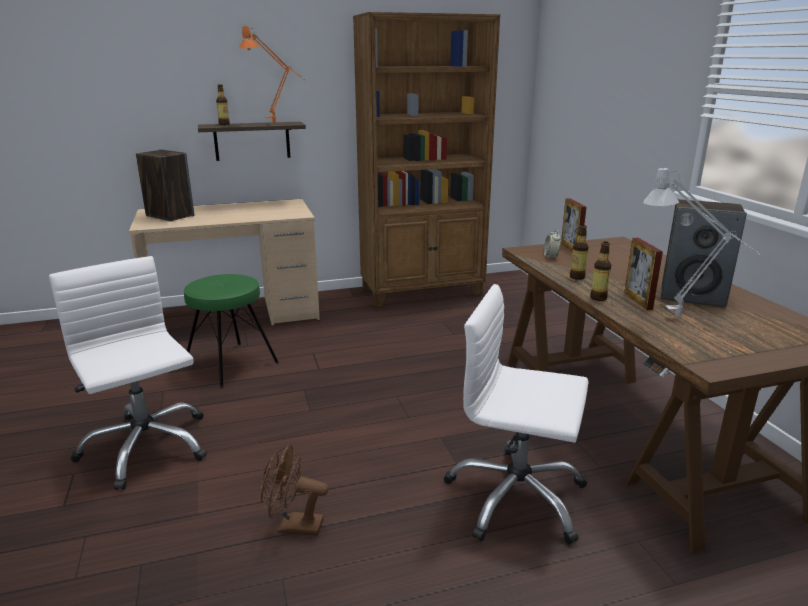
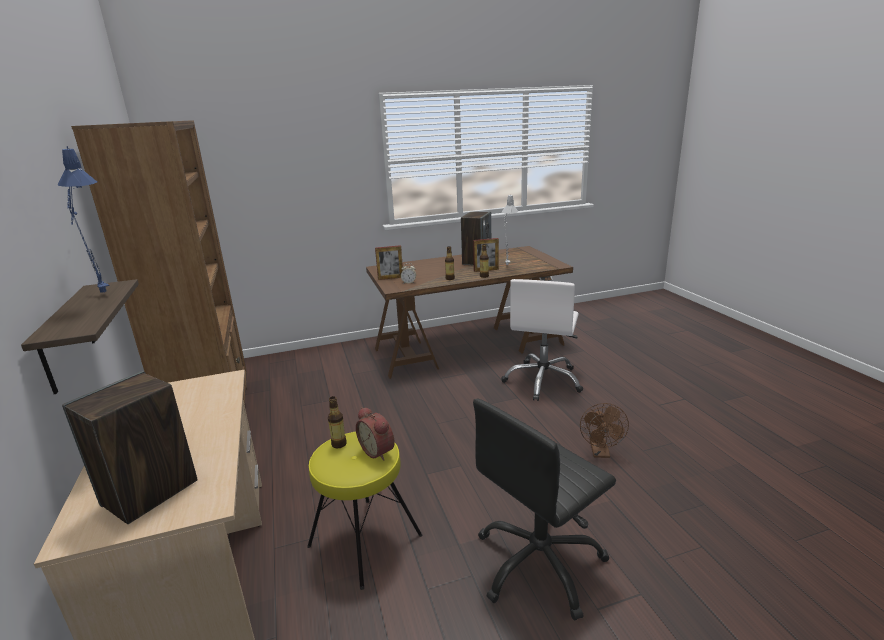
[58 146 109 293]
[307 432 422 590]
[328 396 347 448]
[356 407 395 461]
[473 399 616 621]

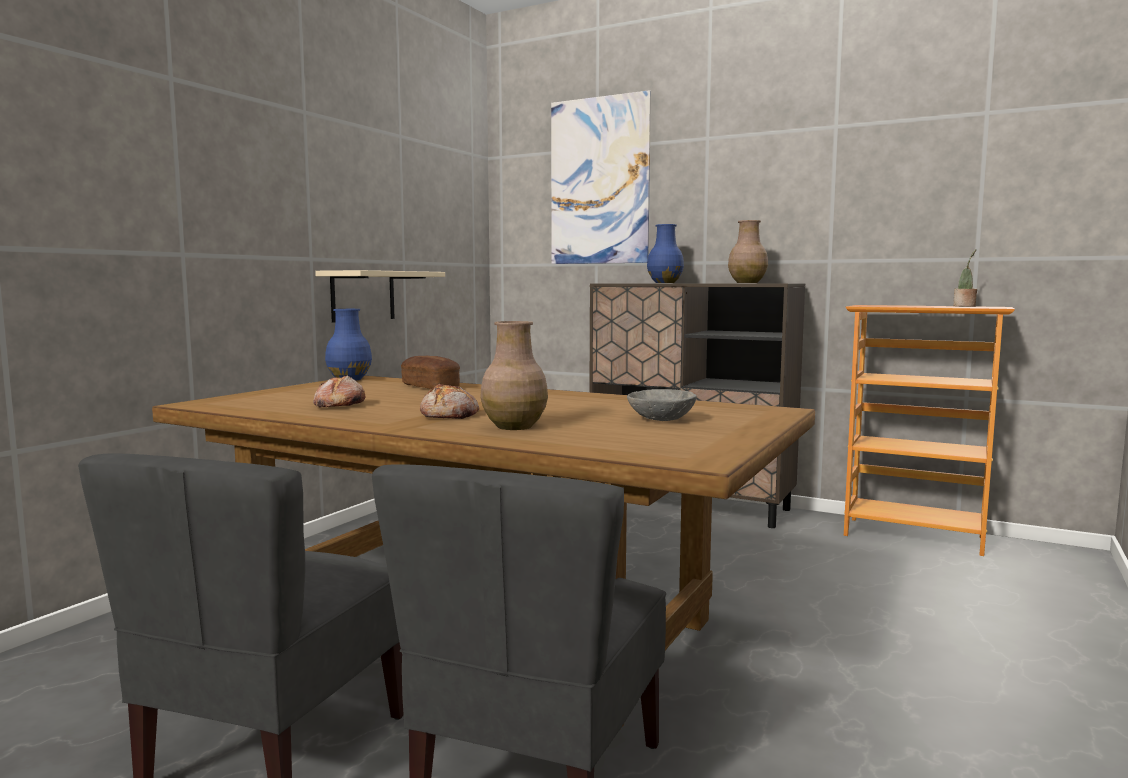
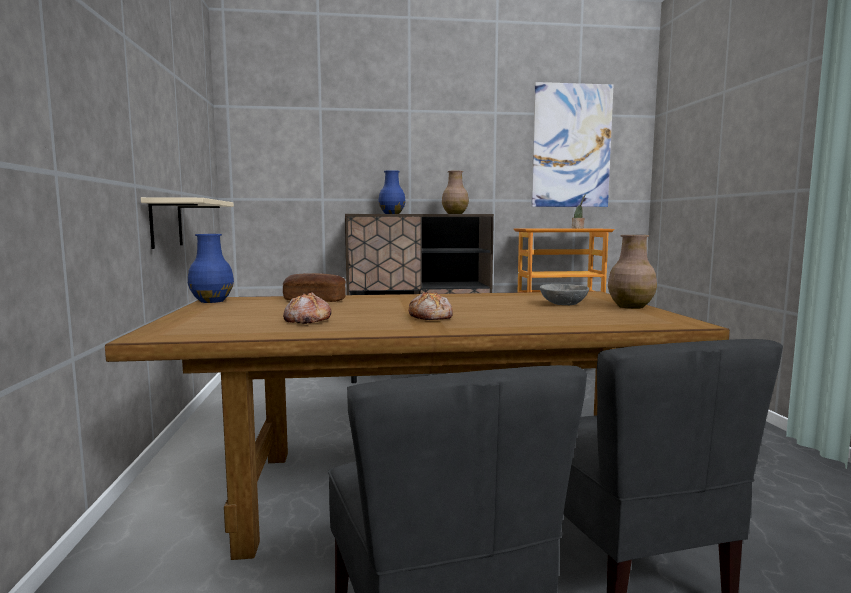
[532 82 613 207]
[608 235 657 309]

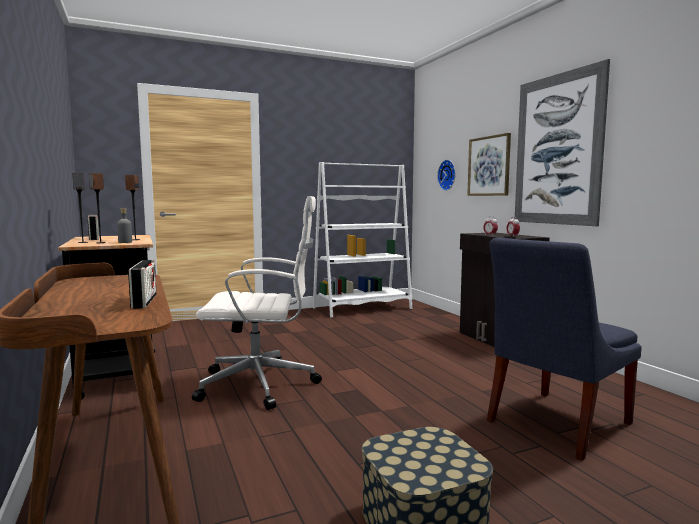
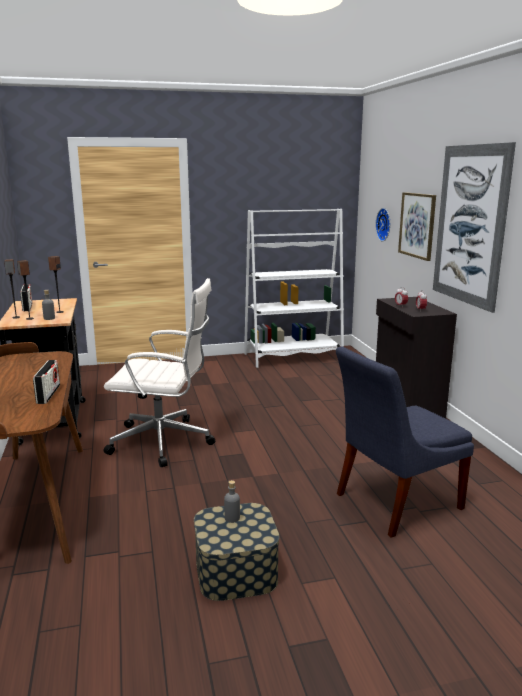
[224 480 240 523]

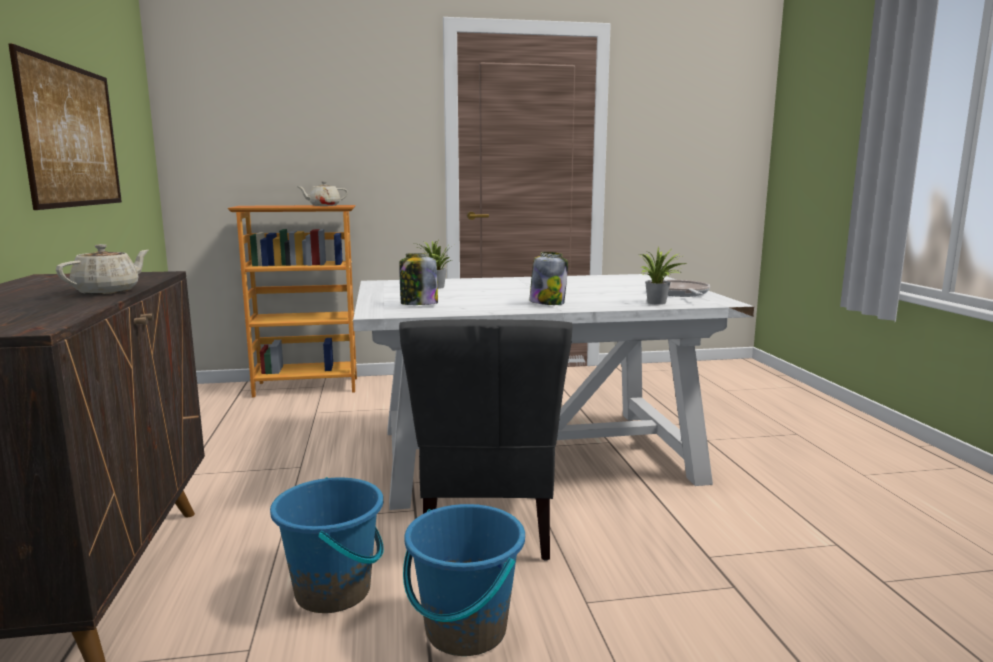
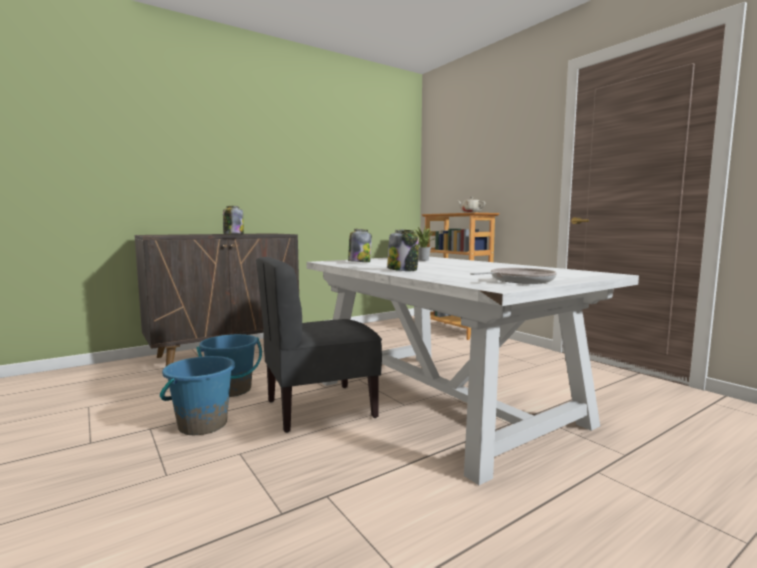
[223 206 244 235]
[8 43 122 210] (first image)
[641 247 687 305] (first image)

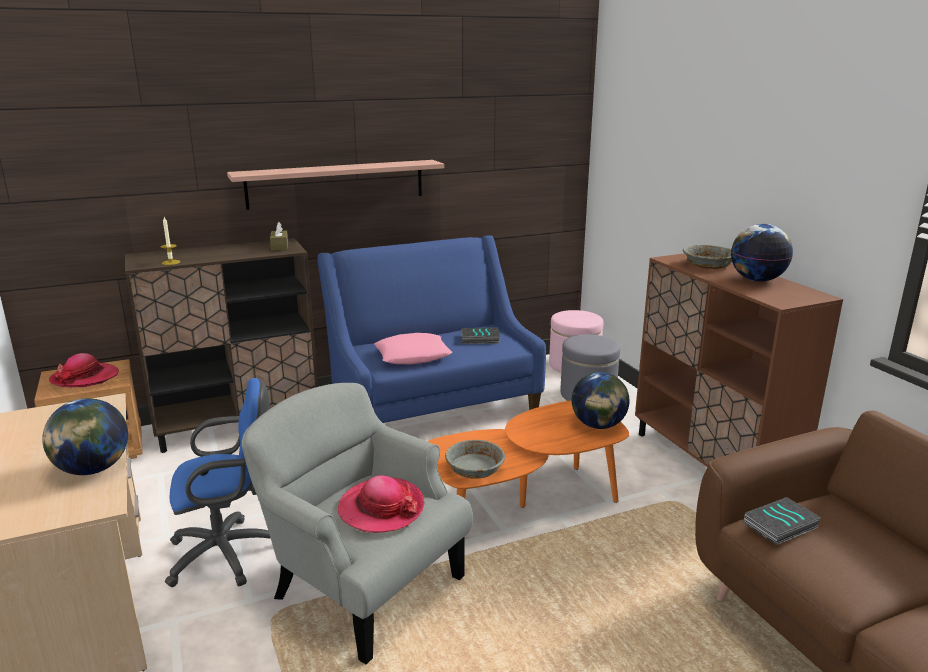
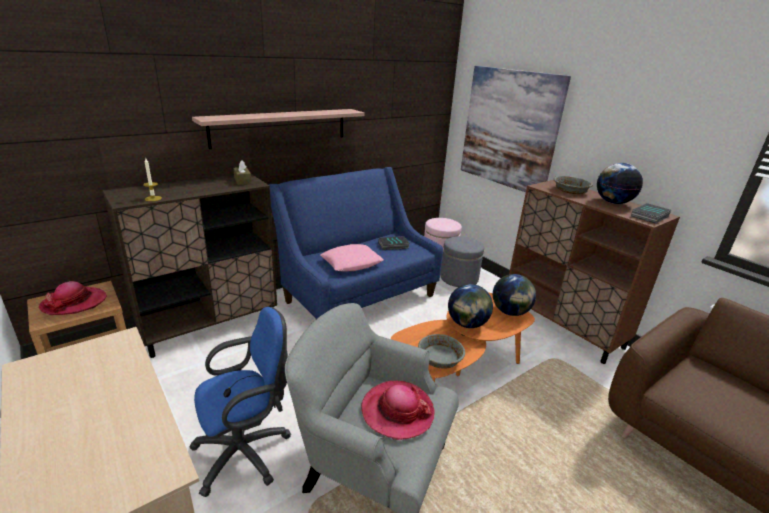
[448 284 493 328]
[461 66 571 192]
[631 203 671 224]

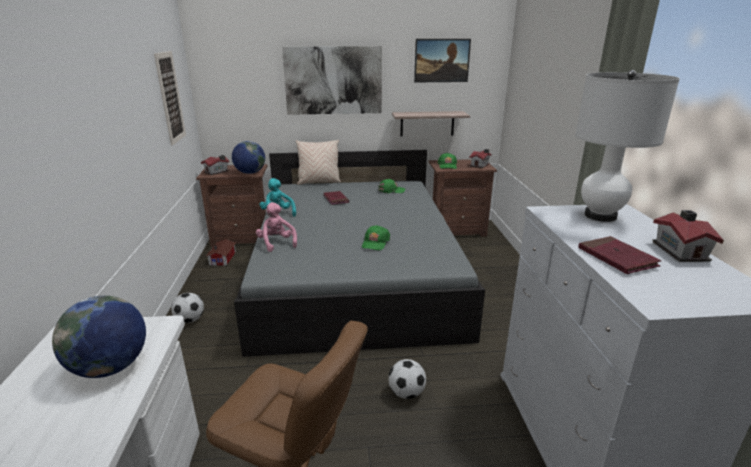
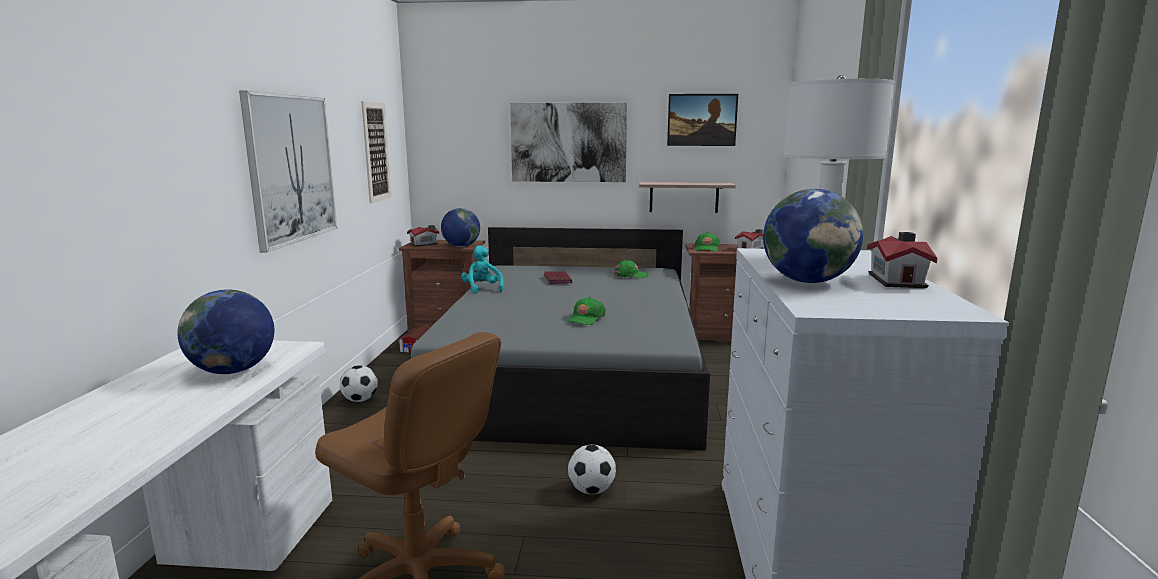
[239 91 337 253]
[763 189 863 283]
[256 202 297 252] (first image)
[296 140 341 185] (first image)

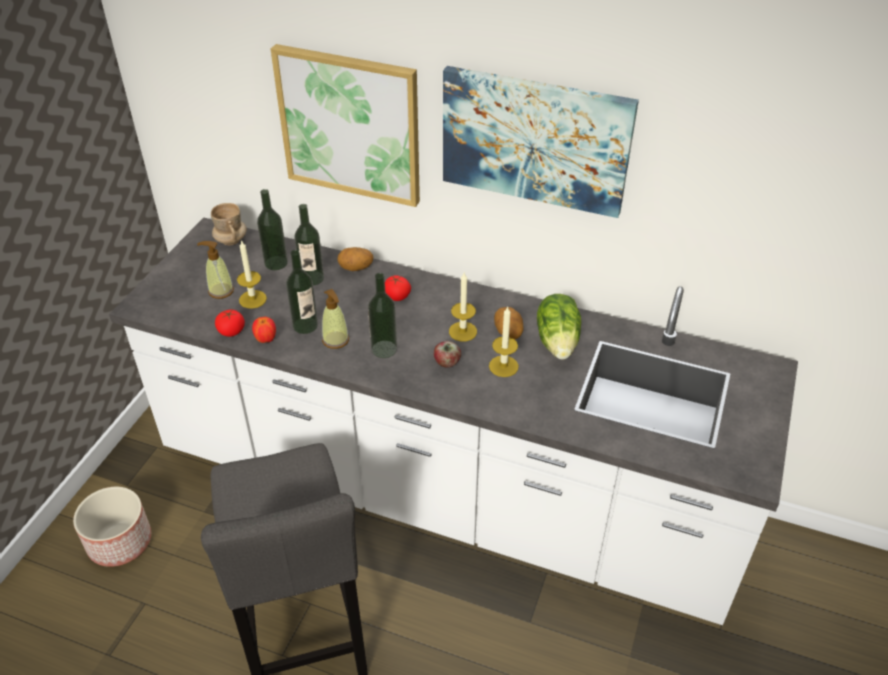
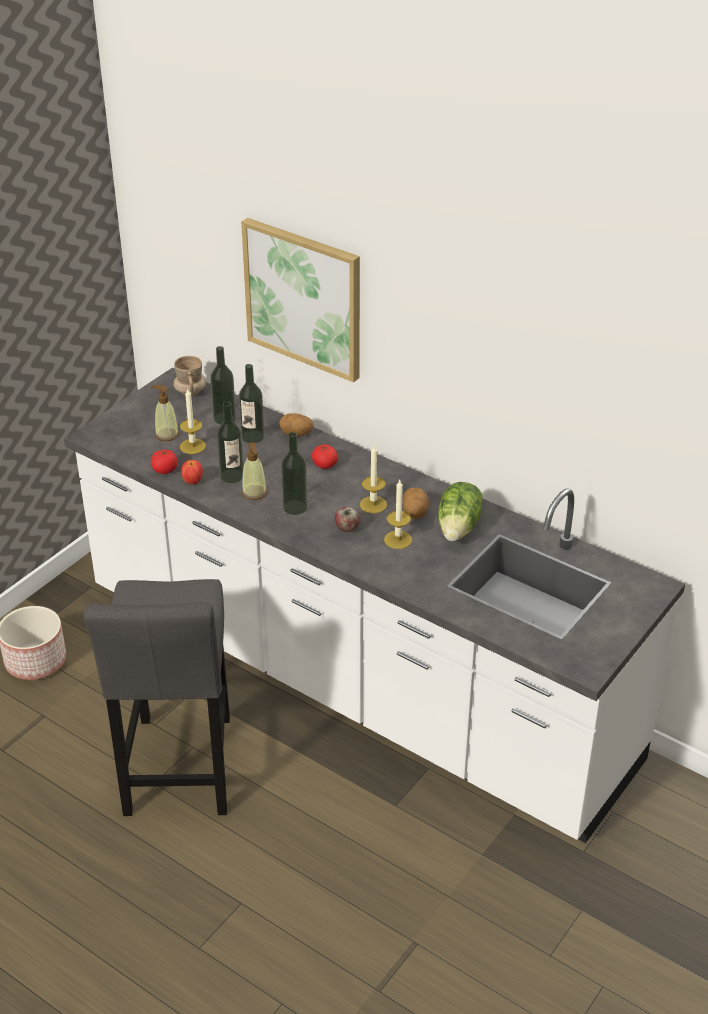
[443 66 639 218] (first image)

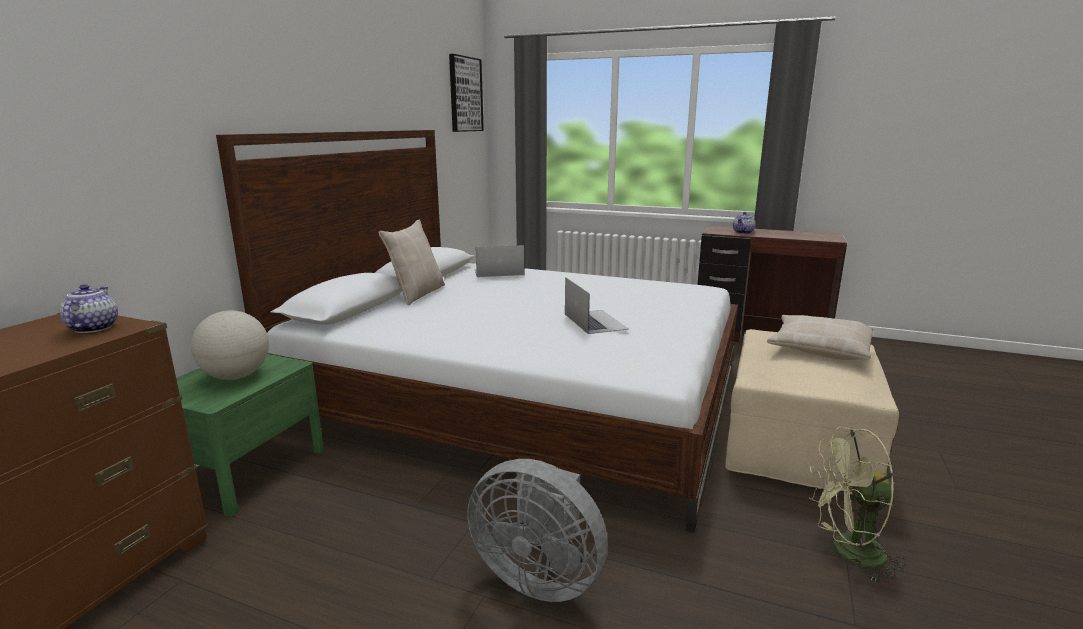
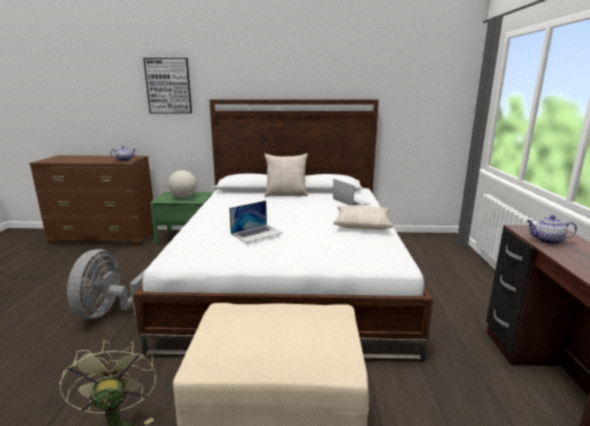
[143 58 192 113]
[334 205 393 230]

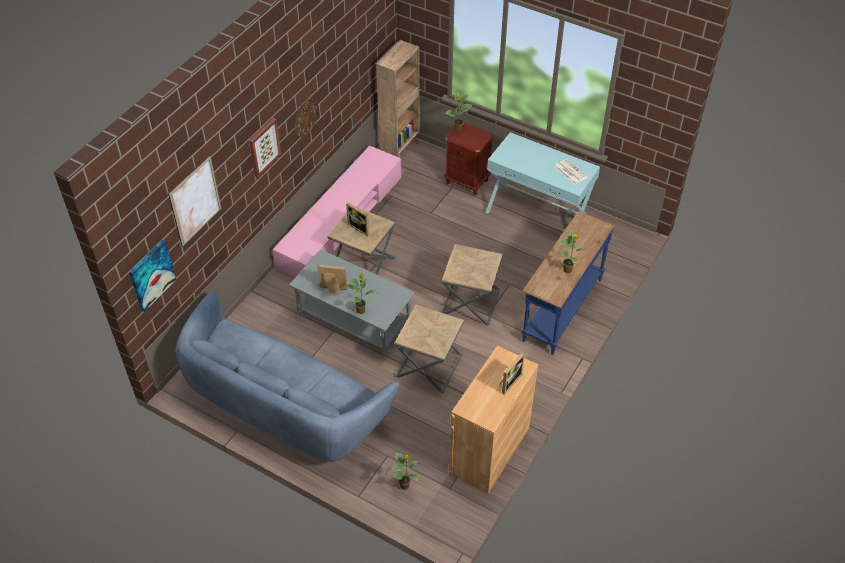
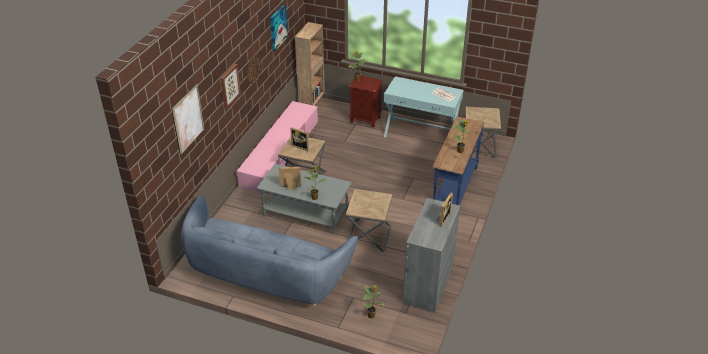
[270 5 288 51]
[403 198 460 313]
[465 107 501 158]

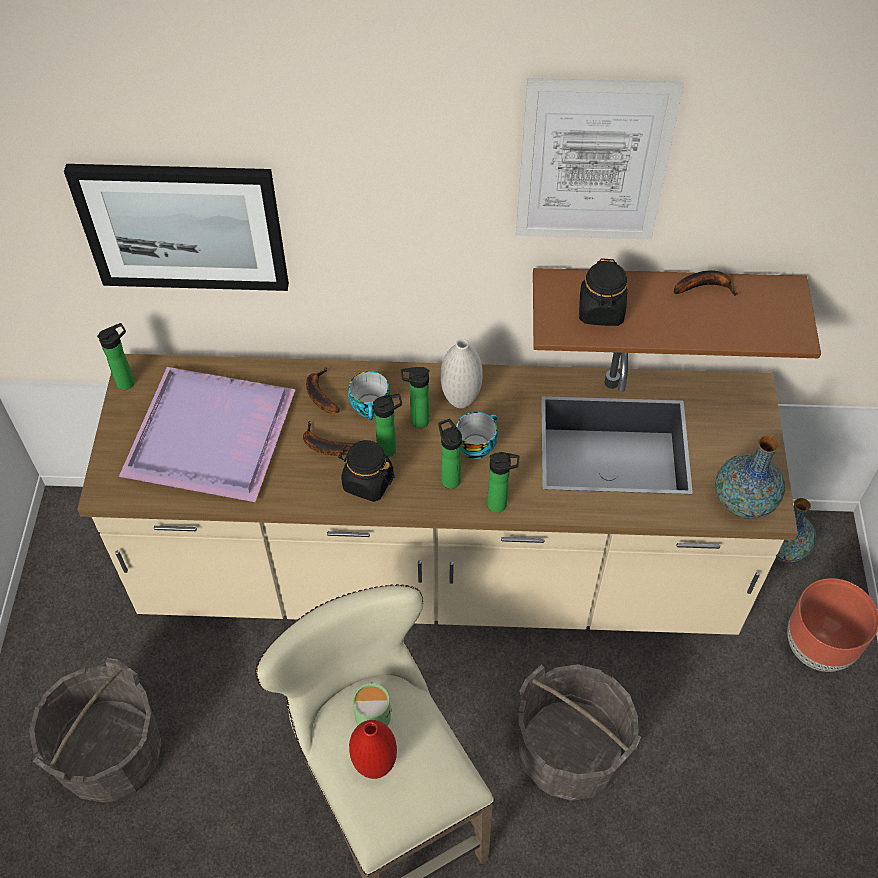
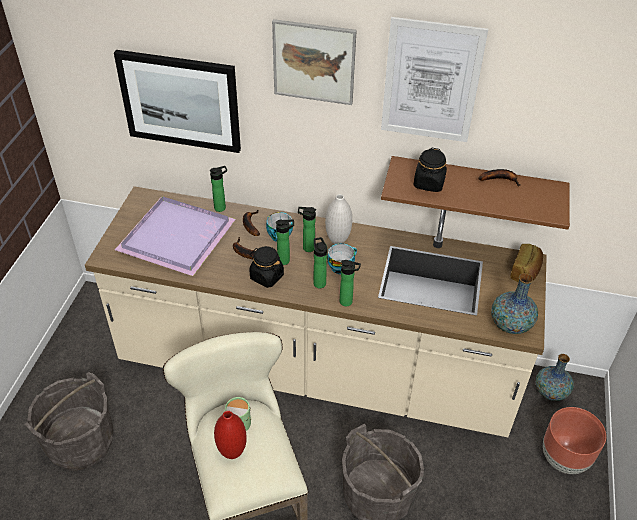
[210 166 227 212]
[272 19 357 105]
[510 244 543 282]

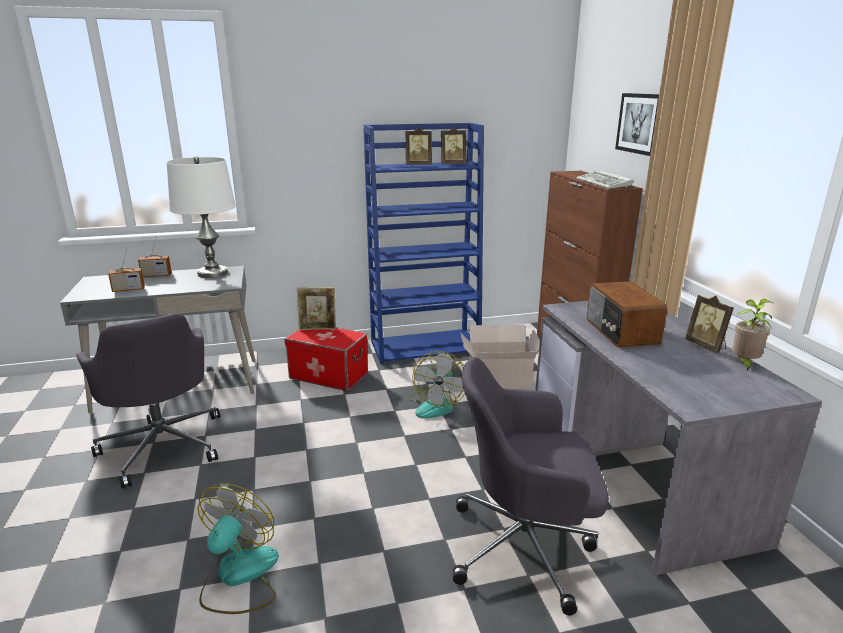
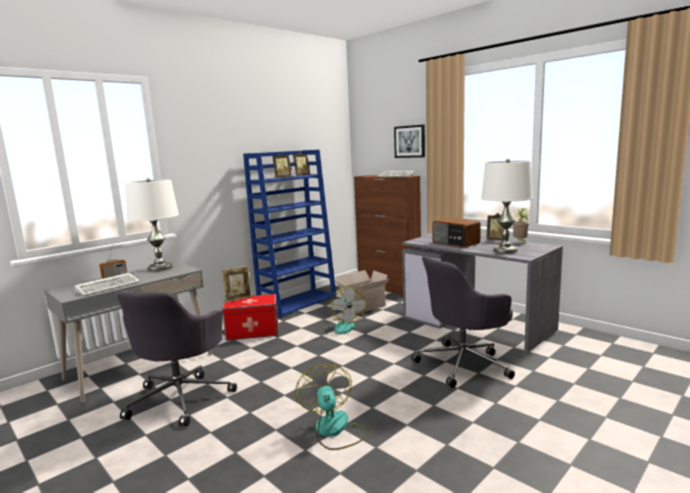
[74 273 140 296]
[117 291 237 426]
[481 158 533 254]

